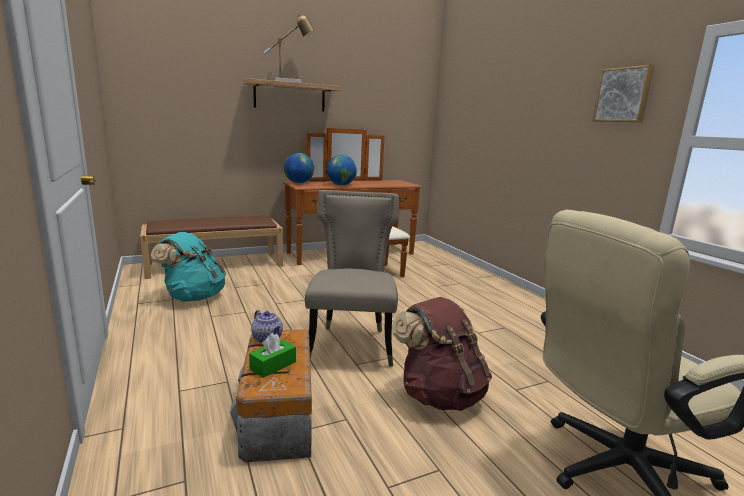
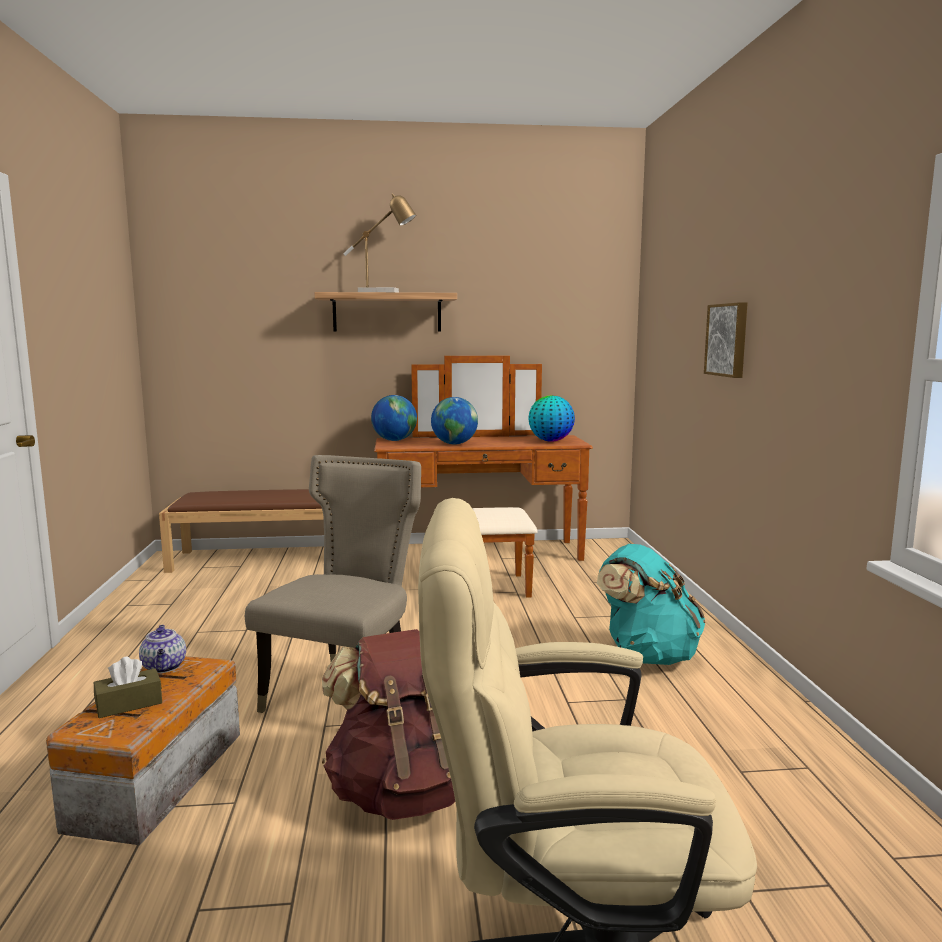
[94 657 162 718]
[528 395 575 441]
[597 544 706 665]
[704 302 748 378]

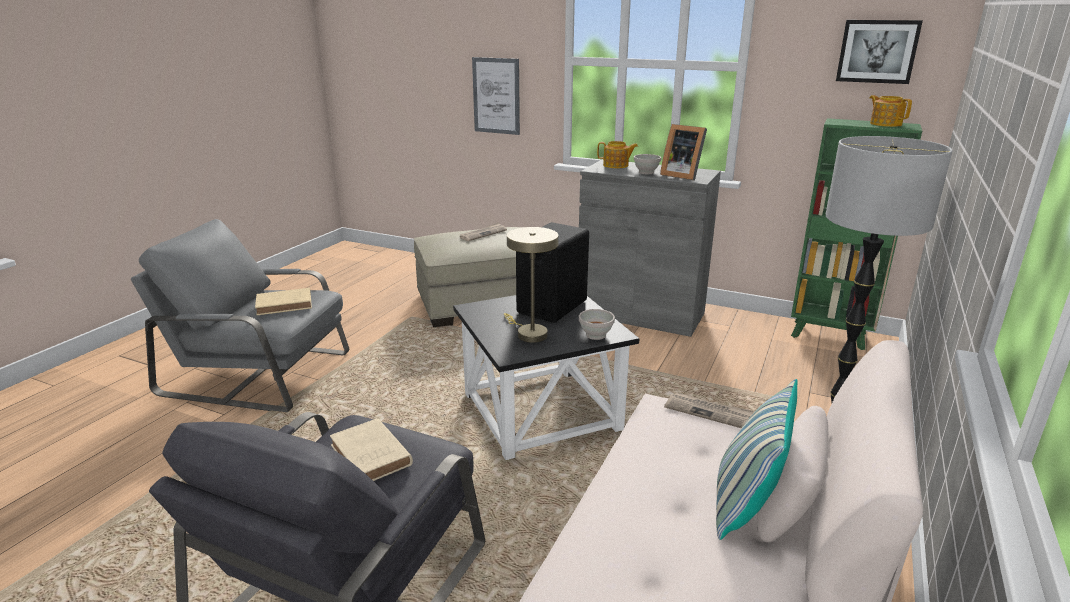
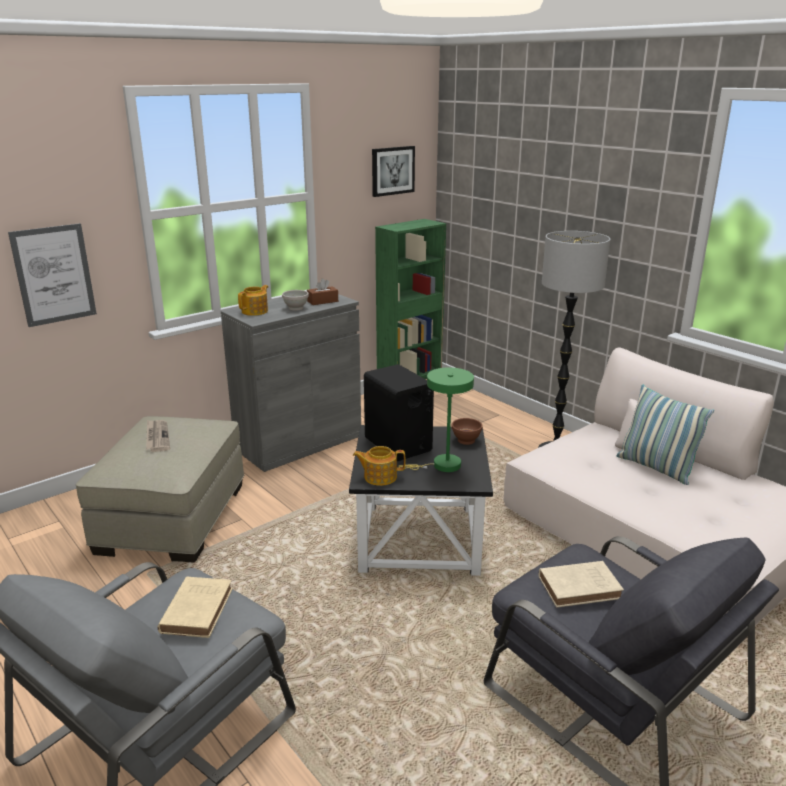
[307 278 338 305]
[353 446 406 486]
[399 367 474 472]
[452 418 483 445]
[664 392 754 428] (first image)

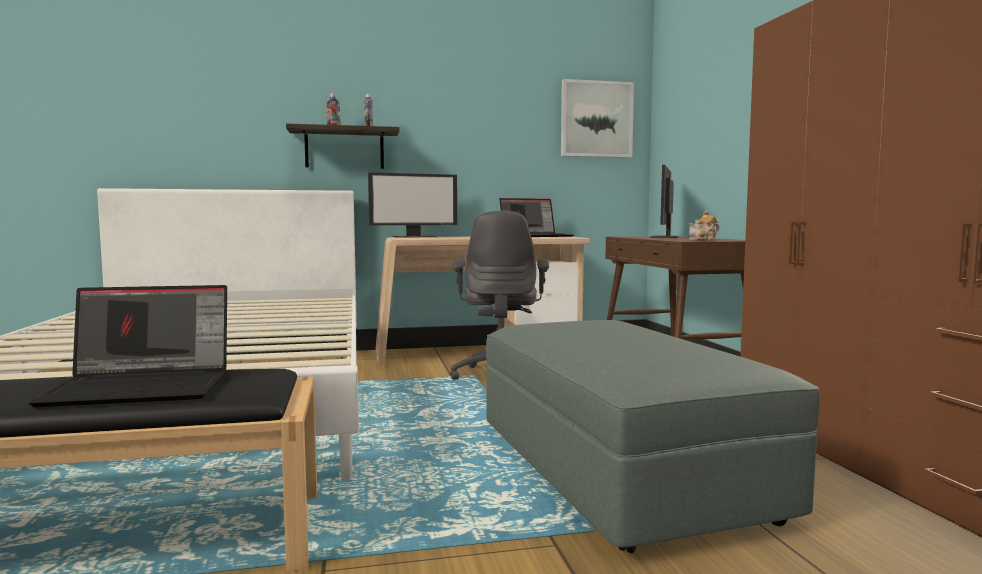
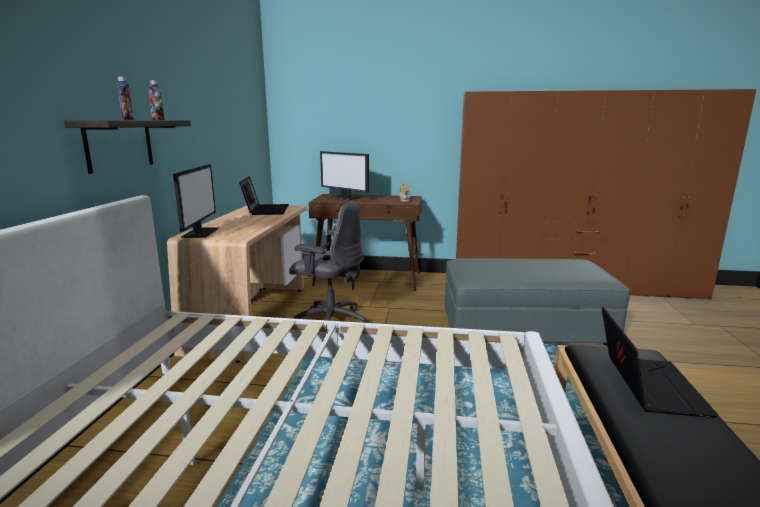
[561 79 634 158] (first image)

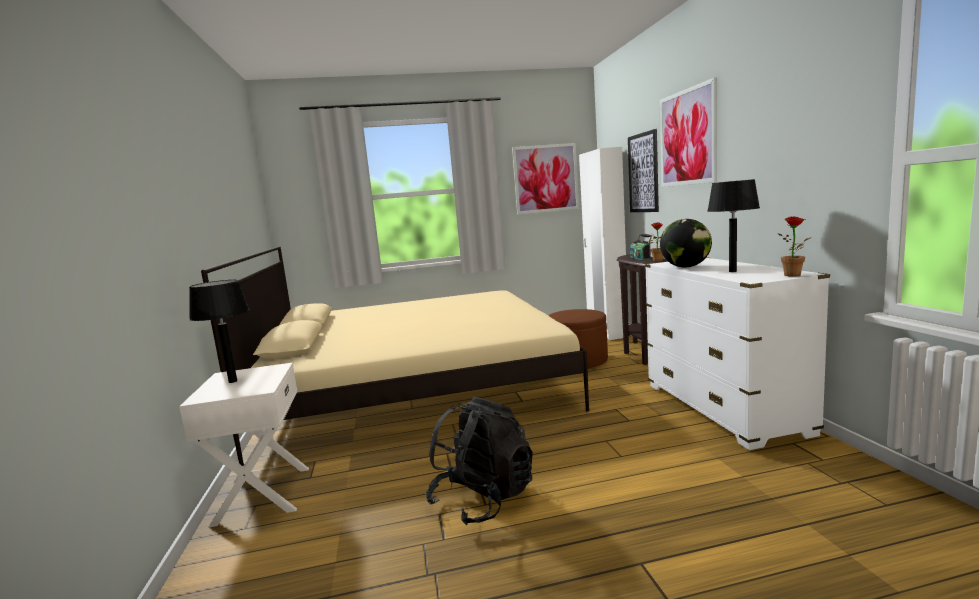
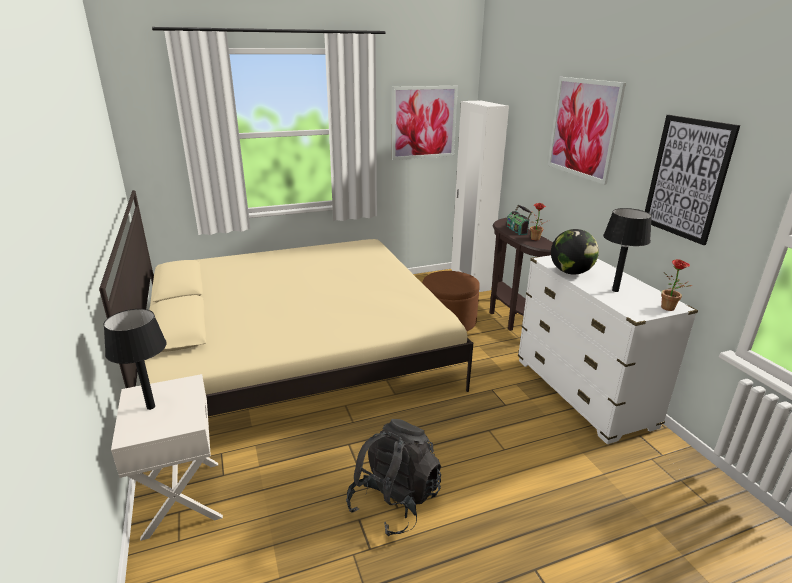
[645 115 740 245]

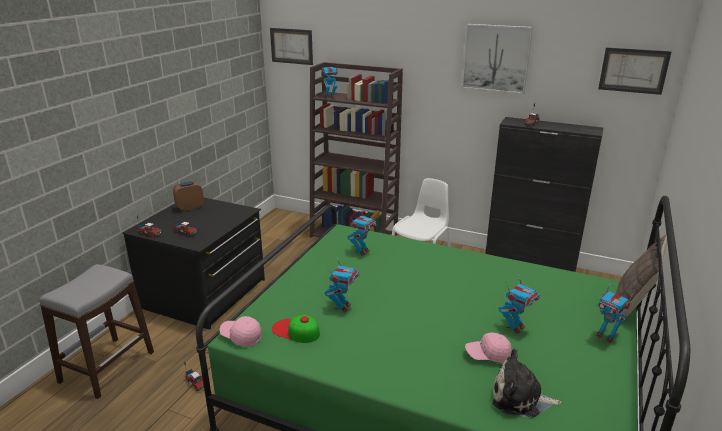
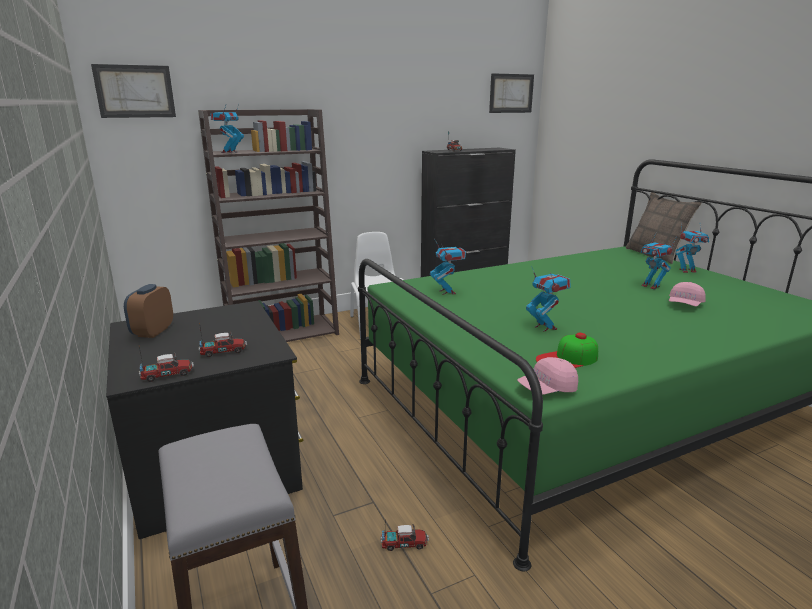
[641 234 676 290]
[462 24 533 94] (first image)
[492 349 562 418] (first image)

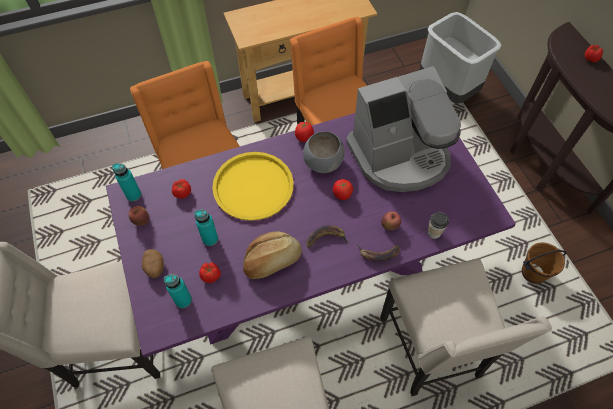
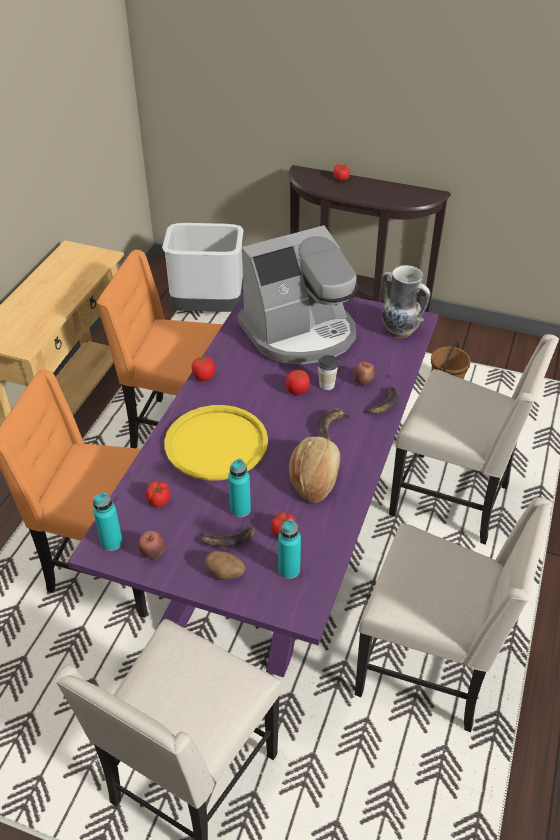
[199 526 255 547]
[237 225 359 364]
[318 355 338 390]
[382 265 430 338]
[303 131 345 173] (first image)

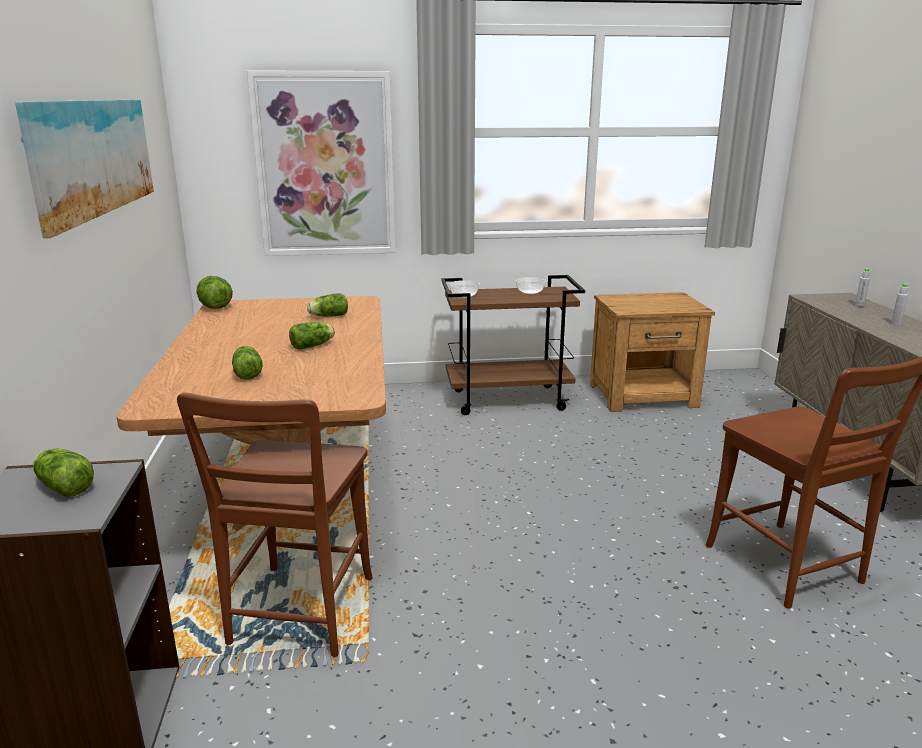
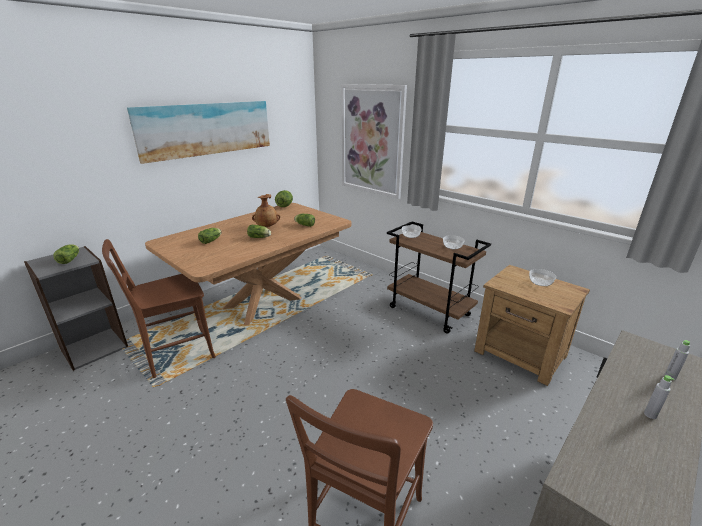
[252 194 280 227]
[529 269 556 286]

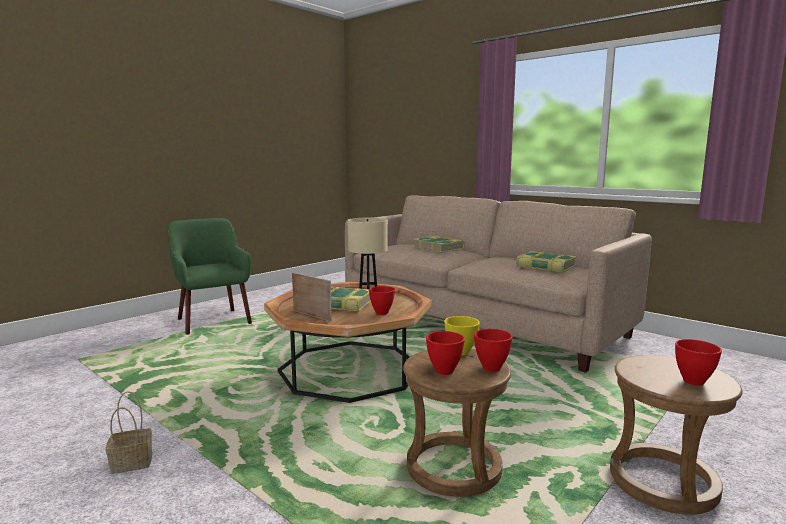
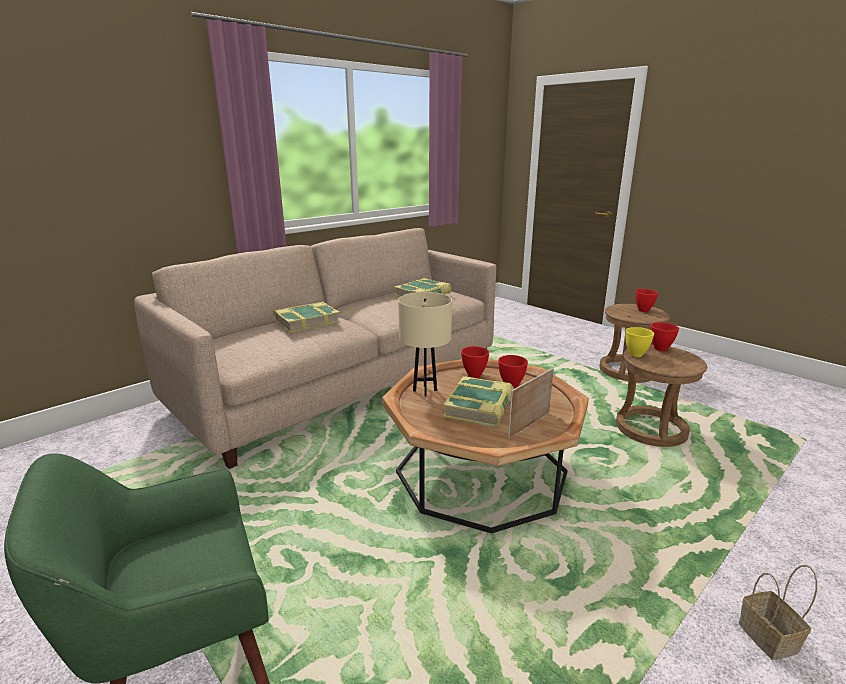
[461 346 489 378]

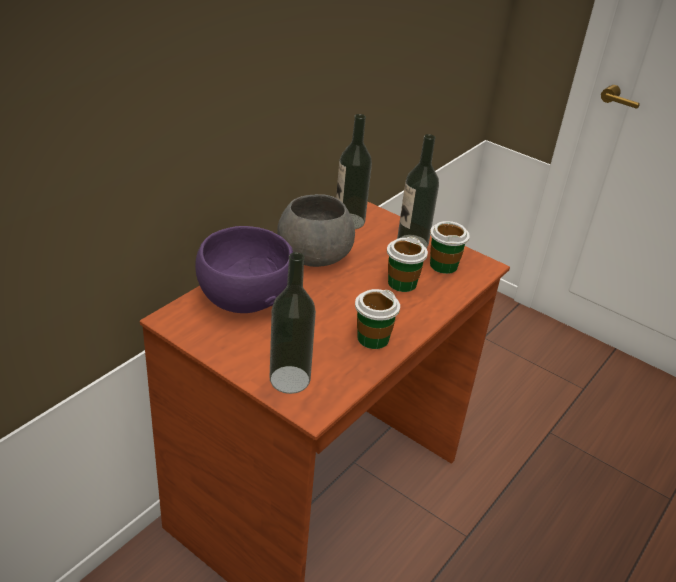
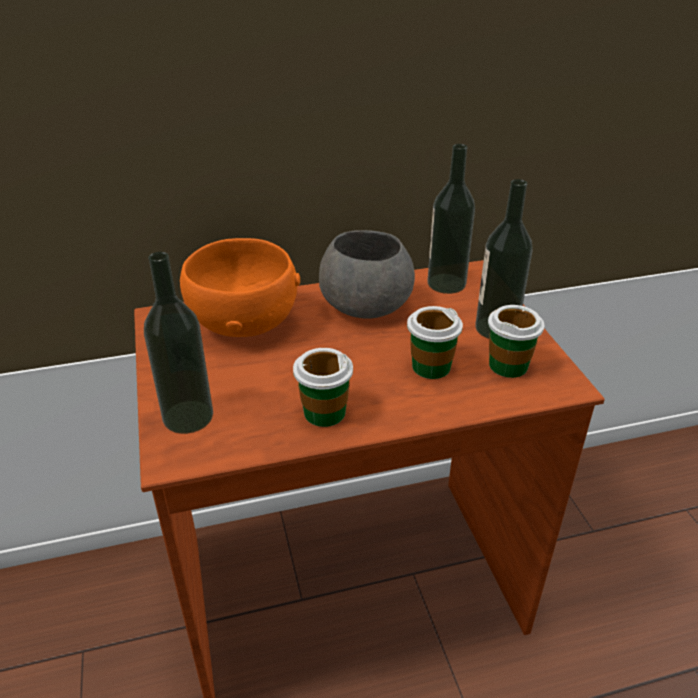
[180 238 300 337]

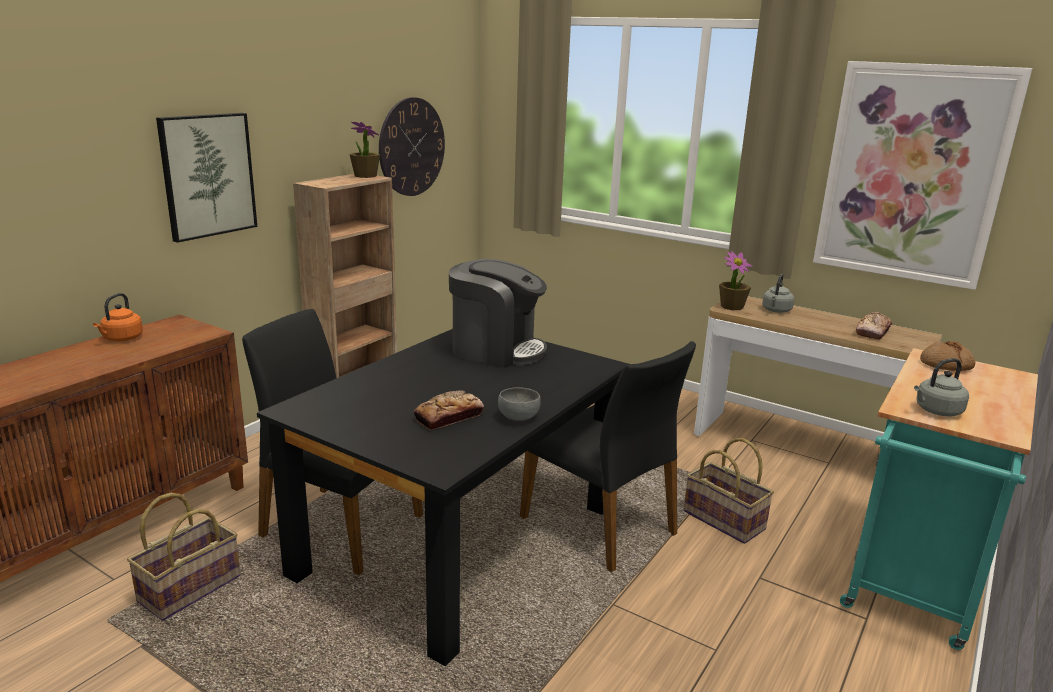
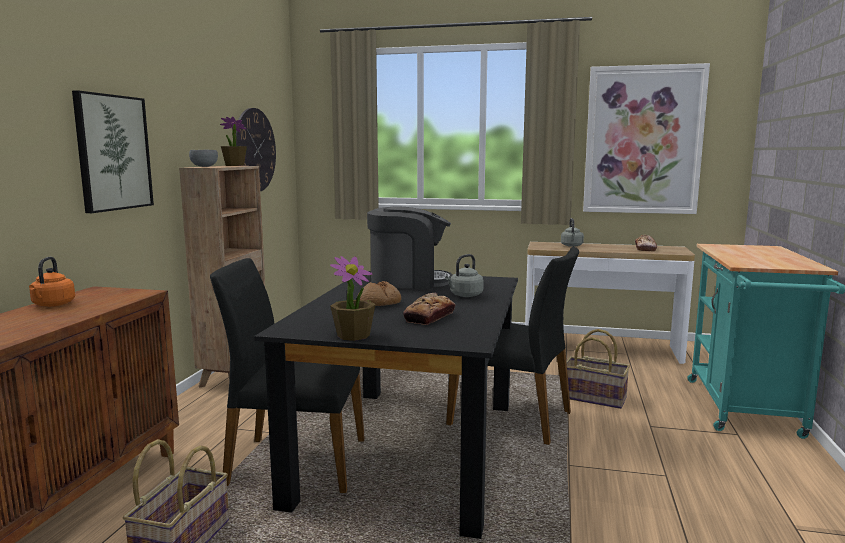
[189 150 218 167]
[330 256 376 341]
[357 281 401 306]
[445 254 484 297]

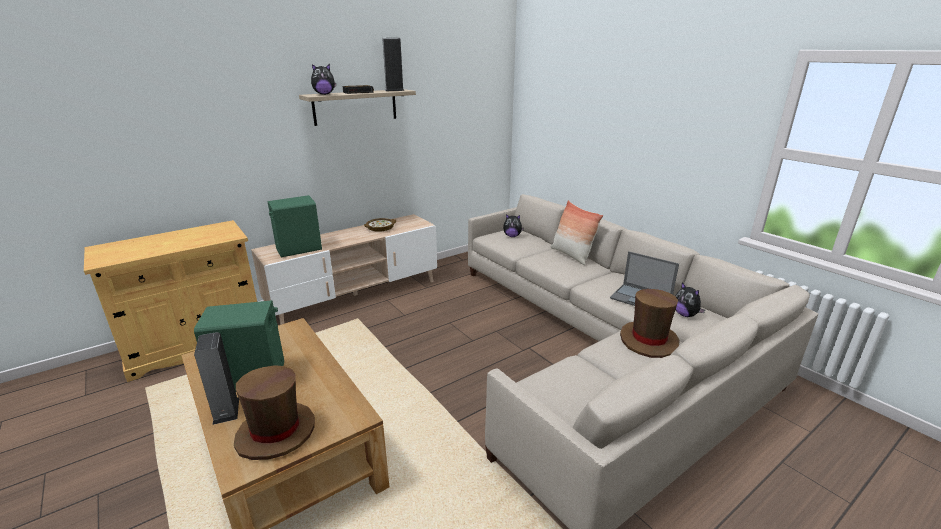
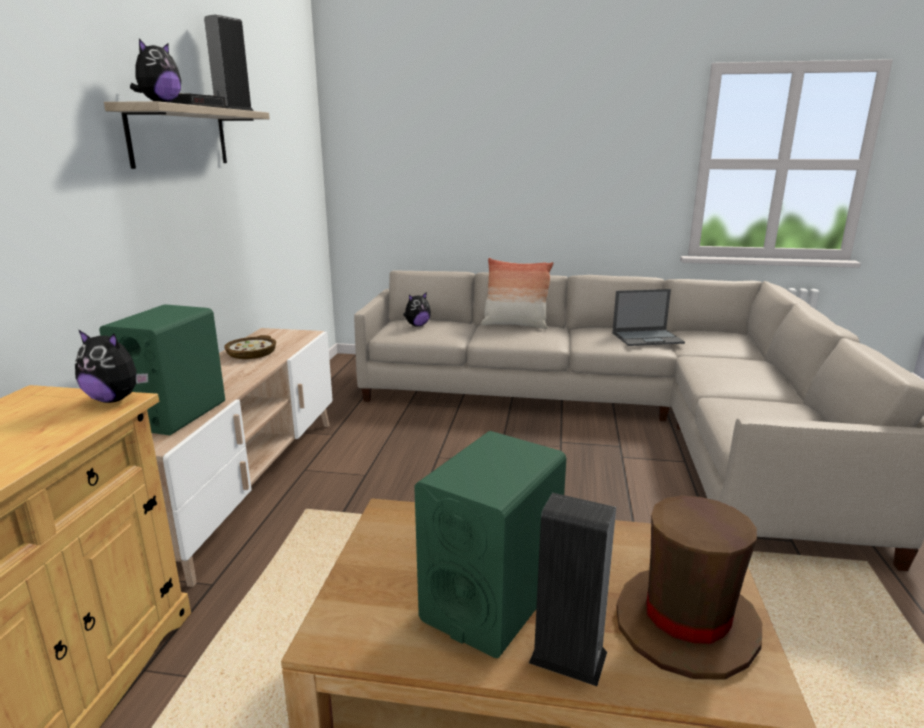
[75 330 148 403]
[620 289 679 358] (first image)

